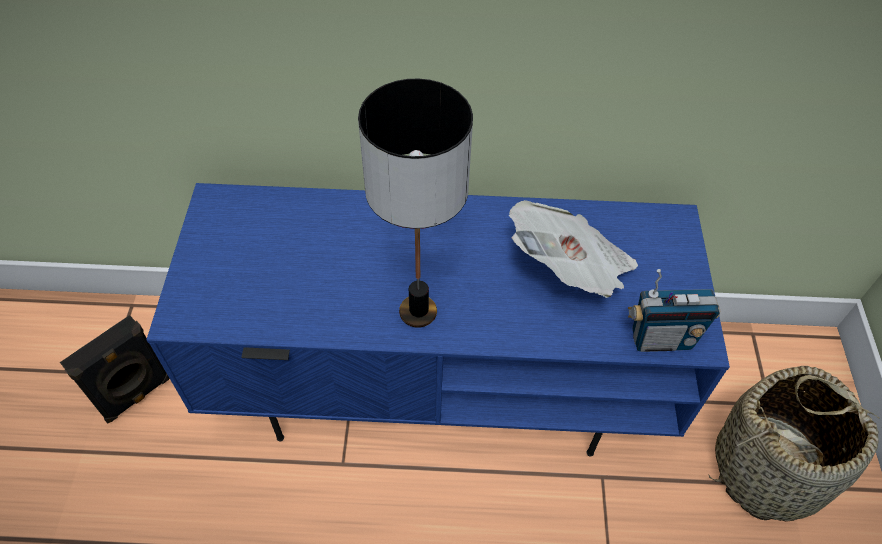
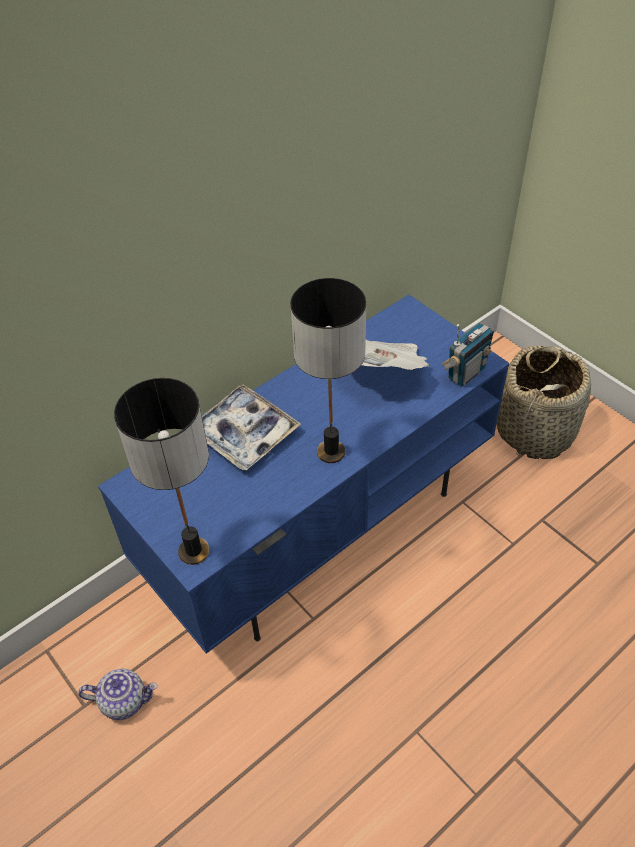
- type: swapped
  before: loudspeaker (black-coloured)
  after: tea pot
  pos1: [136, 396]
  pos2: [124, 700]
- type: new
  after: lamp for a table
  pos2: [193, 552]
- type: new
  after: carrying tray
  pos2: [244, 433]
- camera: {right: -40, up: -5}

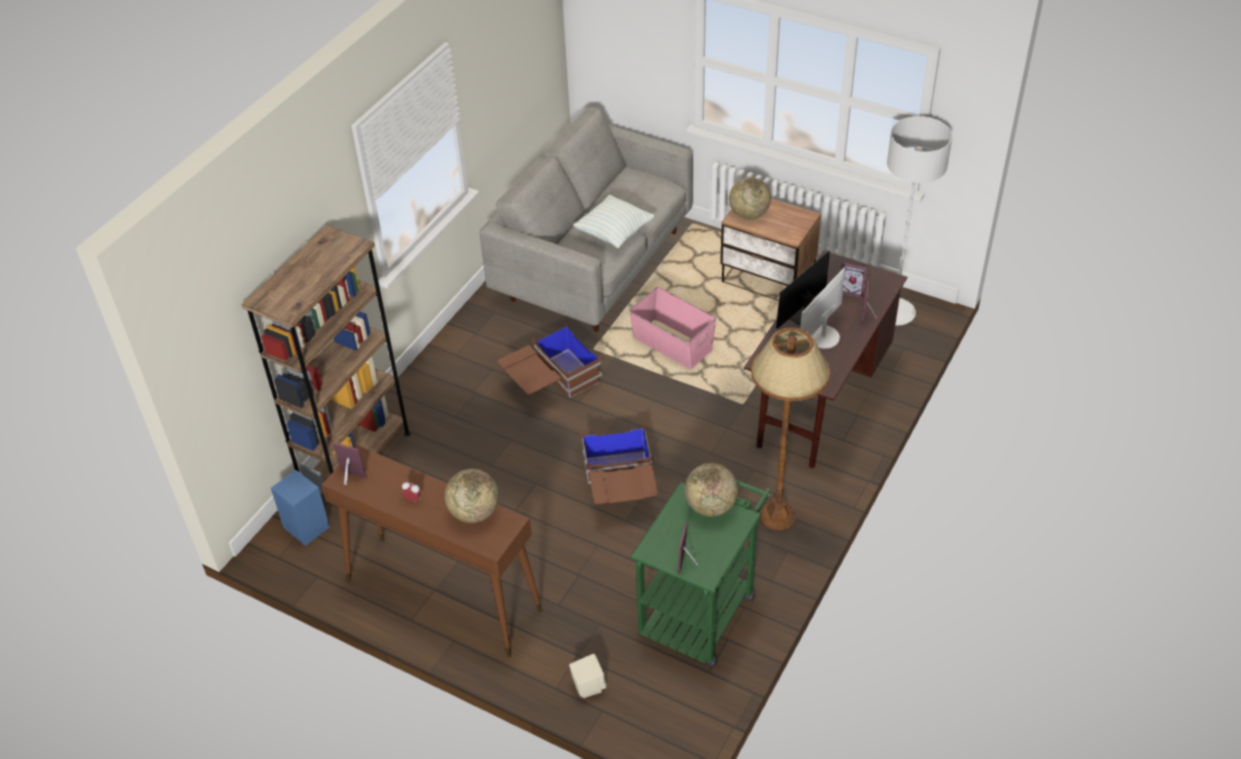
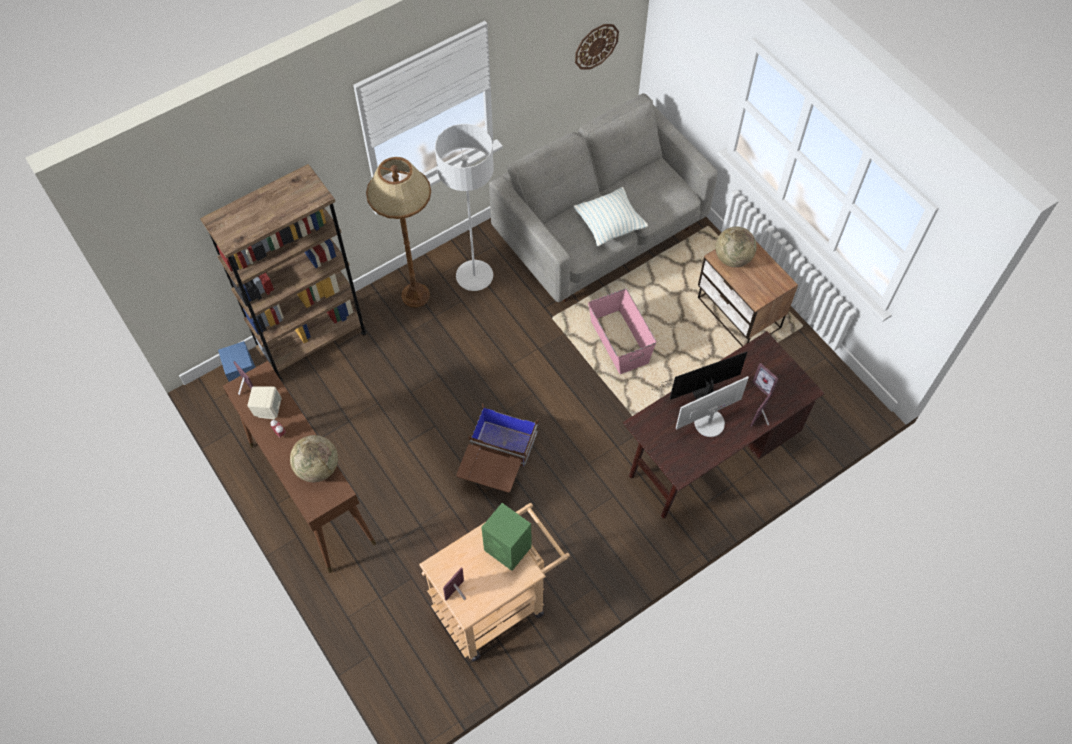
- type: shifted
  before: standard lamp (gray)
  pos1: [894, 313]
  pos2: [474, 276]
- type: gone
  before: storage container (brown-coloured)
  pos1: [550, 383]
- type: shifted
  before: standard lamp (brown-coloured)
  pos1: [778, 515]
  pos2: [416, 295]
- type: repainted
  before: trolley (greenish)
  after: trolley (beige-coloured)
  pos1: [701, 607]
  pos2: [497, 603]
- type: swapped
  before: globe
  after: loudspeaker (greenish)
  pos1: [710, 506]
  pos2: [508, 549]
- type: shifted
  before: loudspeaker (beige-coloured)
  pos1: [588, 686]
  pos2: [268, 409]
- type: new
  after: clock on the wall
  pos2: [596, 46]
- camera: {right: 25, up: 15}

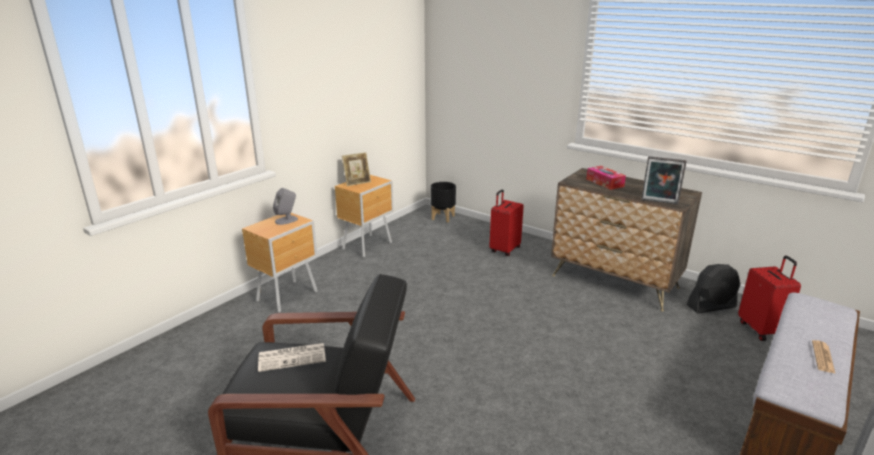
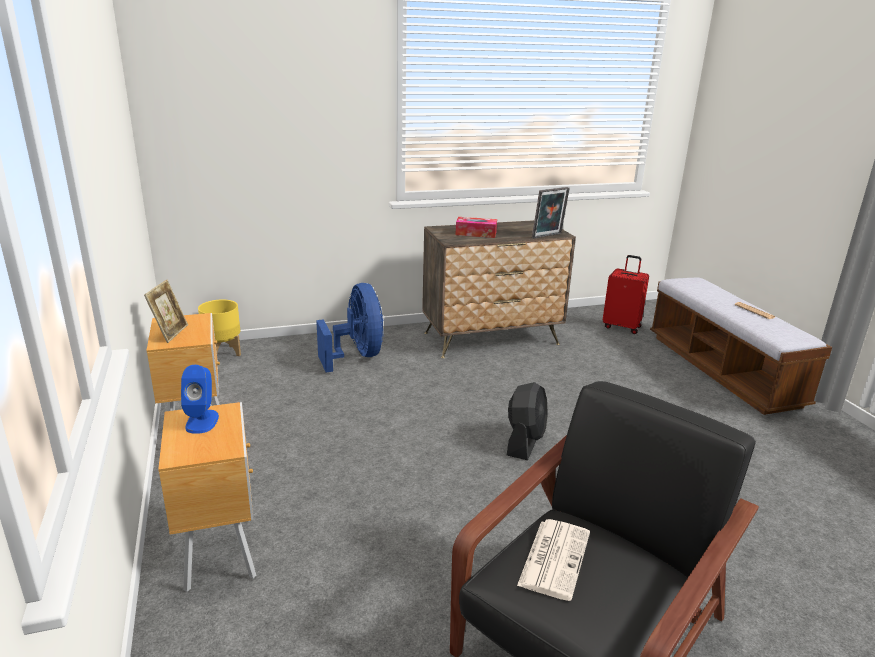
- type: repainted
  before: flower pot (black-coloured)
  after: flower pot (yellow-coloured)
  pos1: [443, 217]
  pos2: [223, 353]
- type: repainted
  before: loudspeaker (gray)
  after: loudspeaker (blue)
  pos1: [287, 220]
  pos2: [202, 421]
- type: swapped
  before: suitcase (red-coloured)
  after: fan (blue)
  pos1: [504, 250]
  pos2: [357, 356]
- type: shifted
  before: fan (black-coloured)
  pos1: [711, 306]
  pos2: [525, 441]
- camera: {right: -55, up: 0}

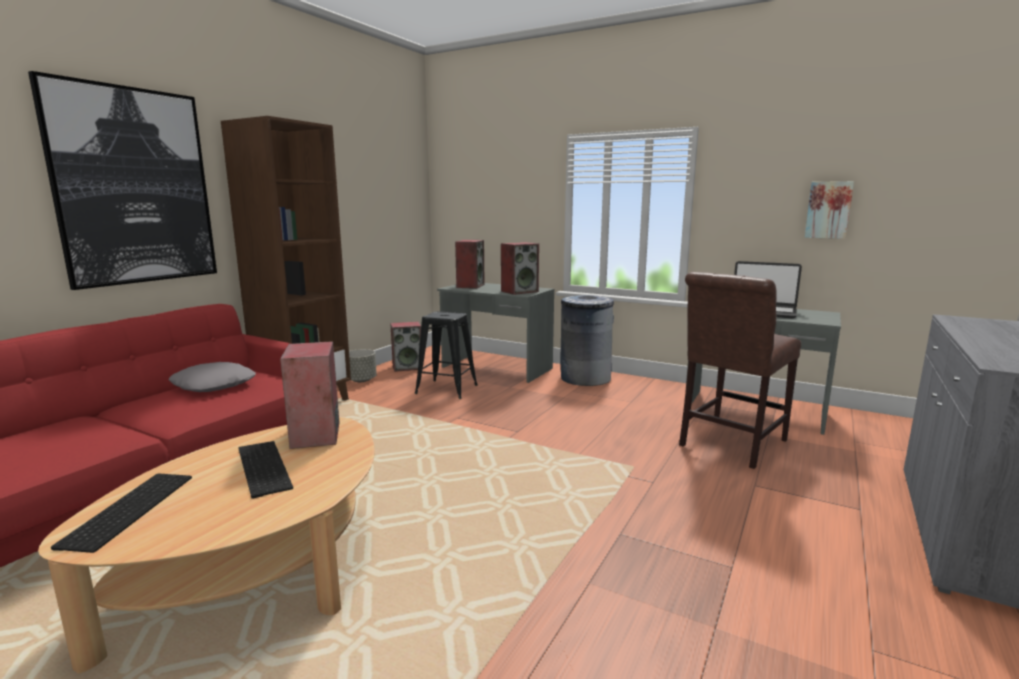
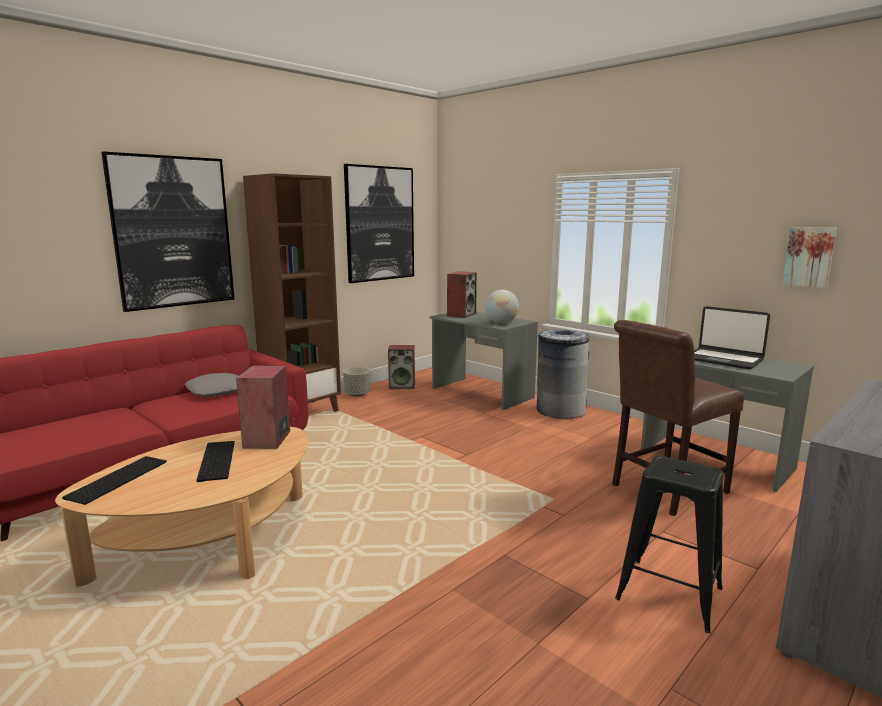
- type: swapped
  before: loudspeaker
  after: globe
  pos1: [519, 291]
  pos2: [501, 323]
- type: shifted
  before: sitting stool (black-coloured)
  pos1: [447, 389]
  pos2: [670, 594]
- type: new
  after: wall picture
  pos2: [380, 224]
- camera: {right: 15, up: 0}

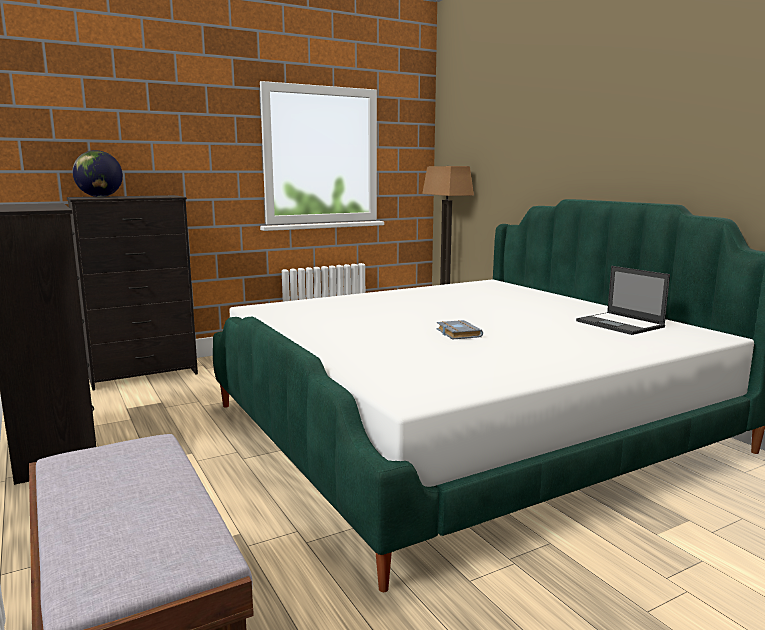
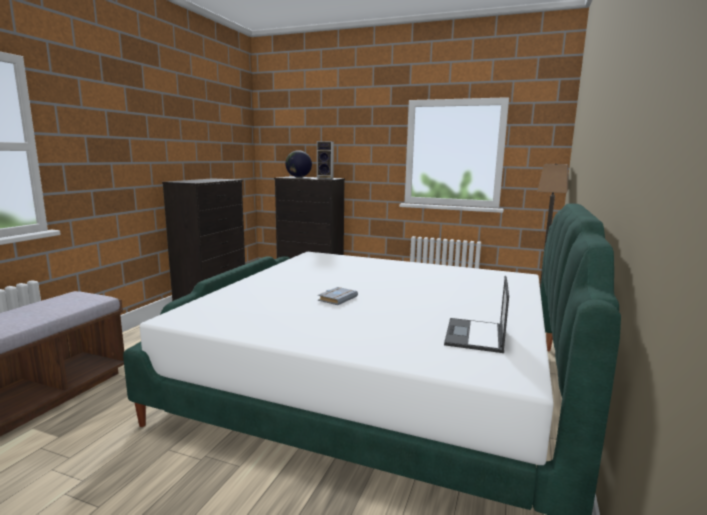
- type: new
  after: loudspeaker
  pos2: [326, 178]
- camera: {right: 50, up: 0}

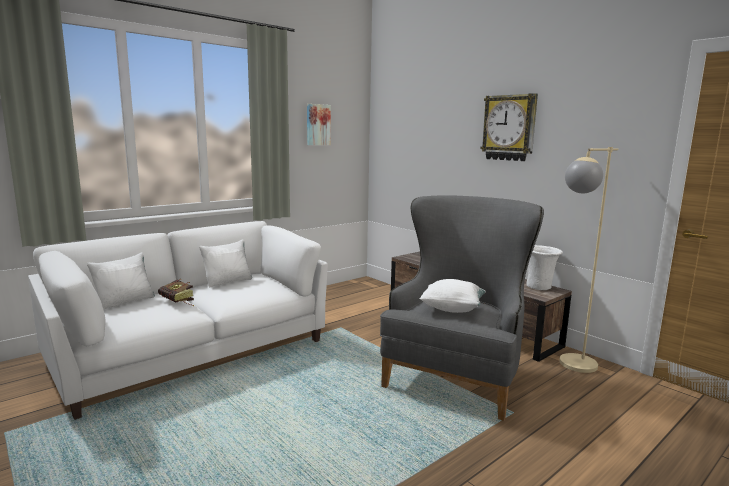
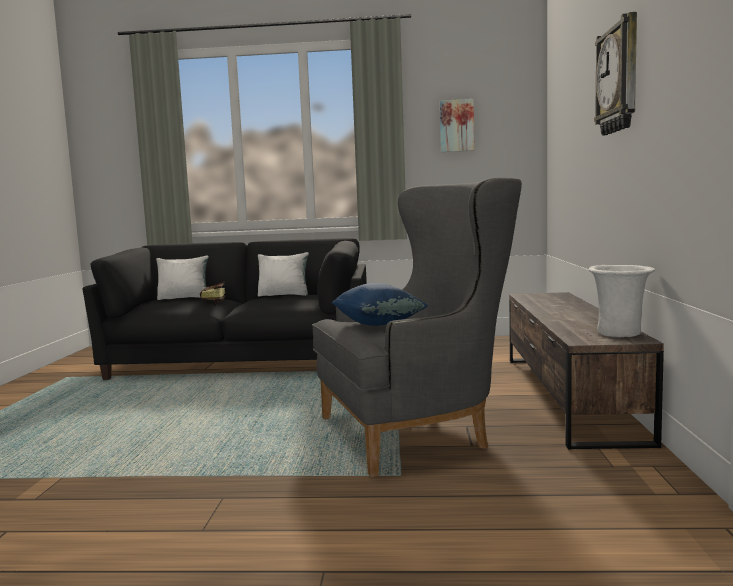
- type: gone
  before: standard lamp (beige-coloured)
  pos1: [571, 367]
- type: repainted
  before: couch (whitish)
  after: couch (black-coloured)
  pos1: [192, 351]
  pos2: [243, 361]
- type: repainted
  before: throw pillow (whitish)
  after: throw pillow (blue)
  pos1: [452, 309]
  pos2: [378, 324]
- camera: {right: 45, up: -5}

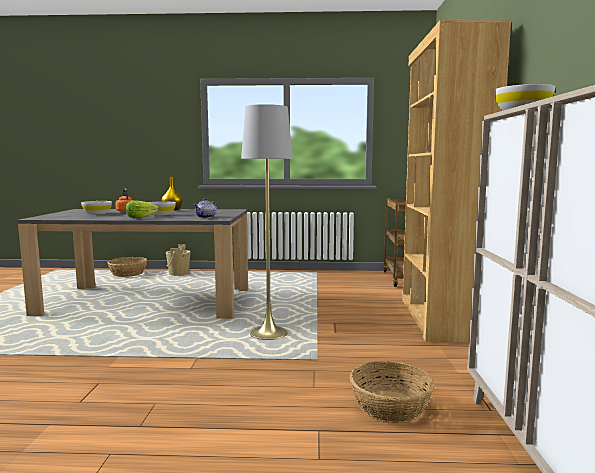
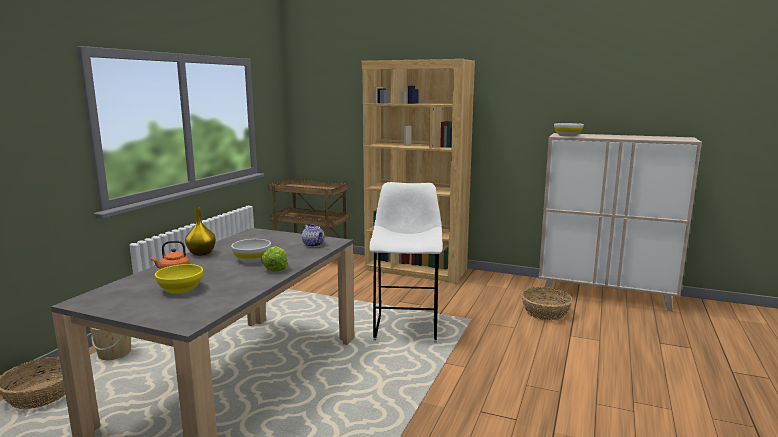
- type: swapped
  before: standard lamp (gray)
  after: sitting stool (whitish)
  pos1: [268, 334]
  pos2: [406, 328]
- type: repainted
  before: deep dish (whitish)
  after: deep dish (yellow-coloured)
  pos1: [97, 213]
  pos2: [181, 289]
- camera: {right: -70, up: 5}

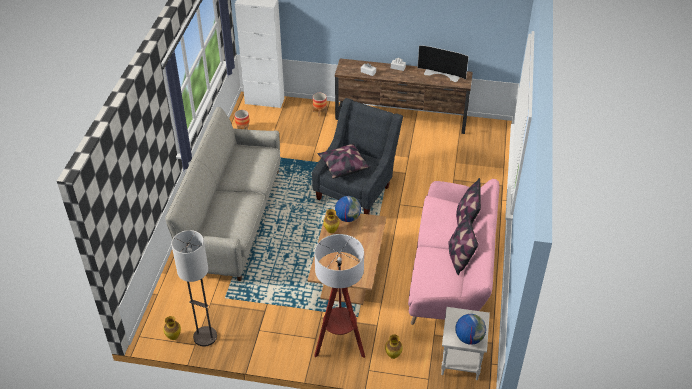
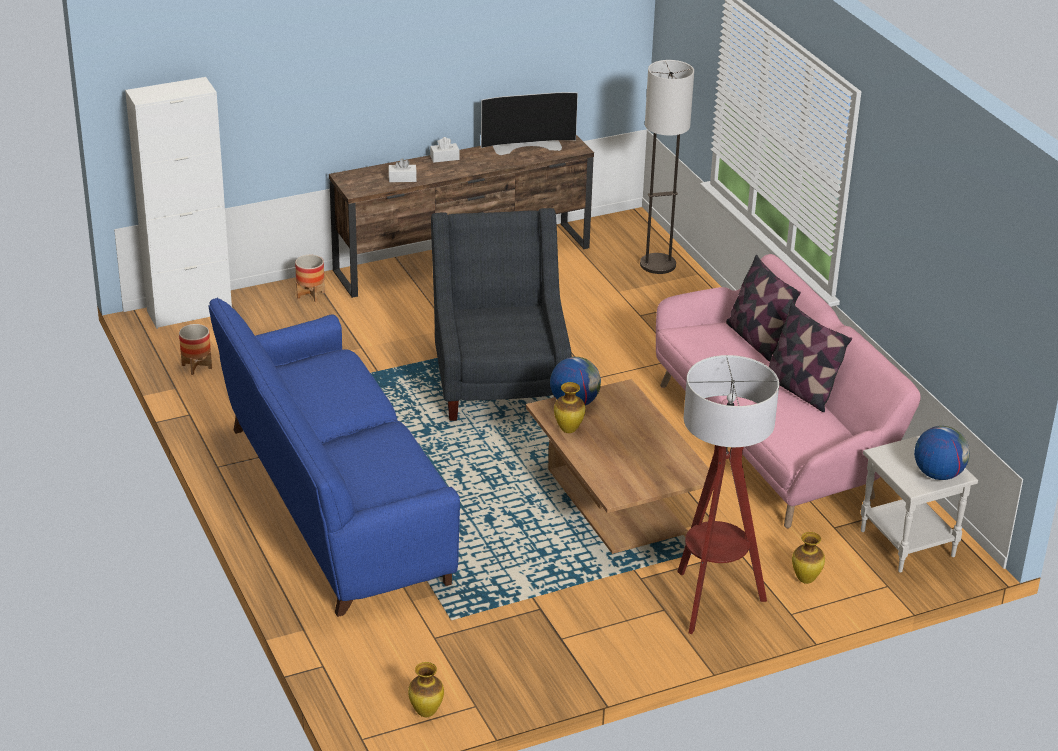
- type: repainted
  before: couch (gray)
  after: couch (blue)
  pos1: [233, 219]
  pos2: [335, 504]
- type: gone
  before: throw pillow
  pos1: [343, 166]
- type: shifted
  before: standard lamp
  pos1: [205, 337]
  pos2: [657, 265]
- camera: {right: -35, up: -10}

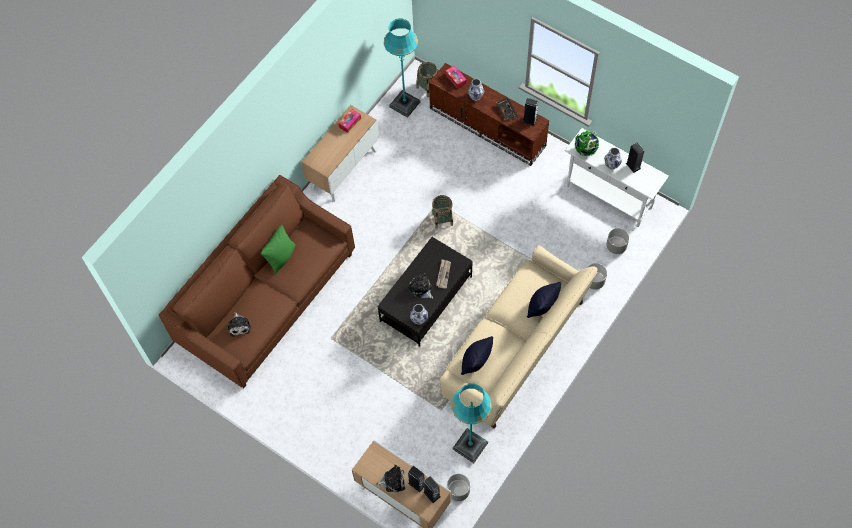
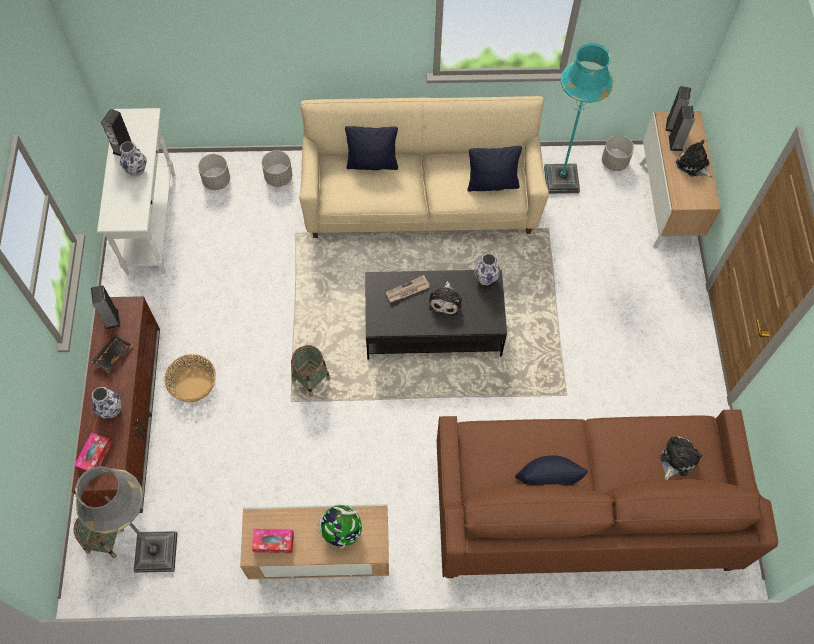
- type: repainted
  before: standard lamp (turquoise-coloured)
  after: standard lamp (gray)
  pos1: [405, 104]
  pos2: [156, 552]
- type: shifted
  before: globe
  pos1: [585, 150]
  pos2: [341, 531]
- type: repainted
  before: throw pillow (greenish)
  after: throw pillow (black-coloured)
  pos1: [281, 257]
  pos2: [546, 481]
- type: new
  after: basket
  pos2: [193, 384]
- camera: {right: -130, up: 0}

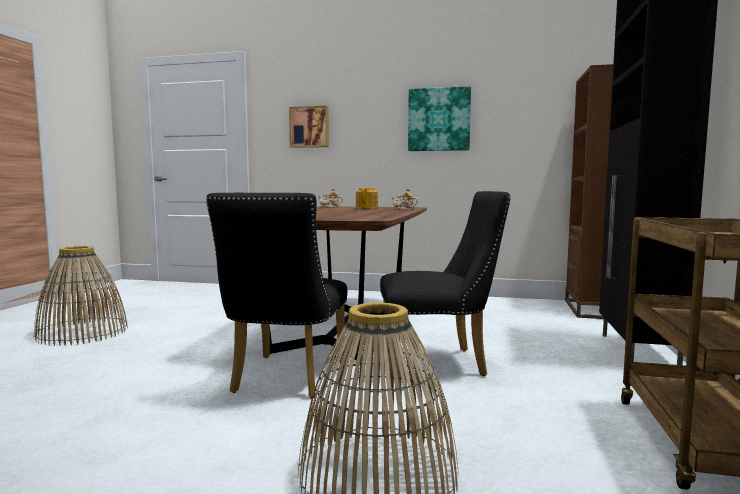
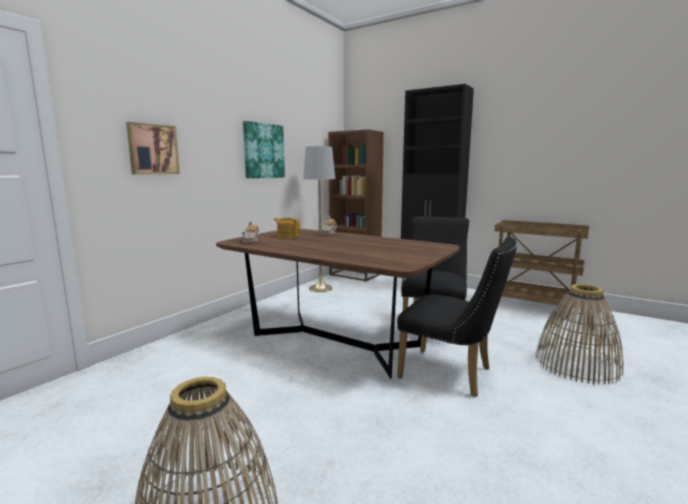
- type: new
  after: standard lamp (gray)
  pos2: [320, 288]
- camera: {right: -70, up: 5}

